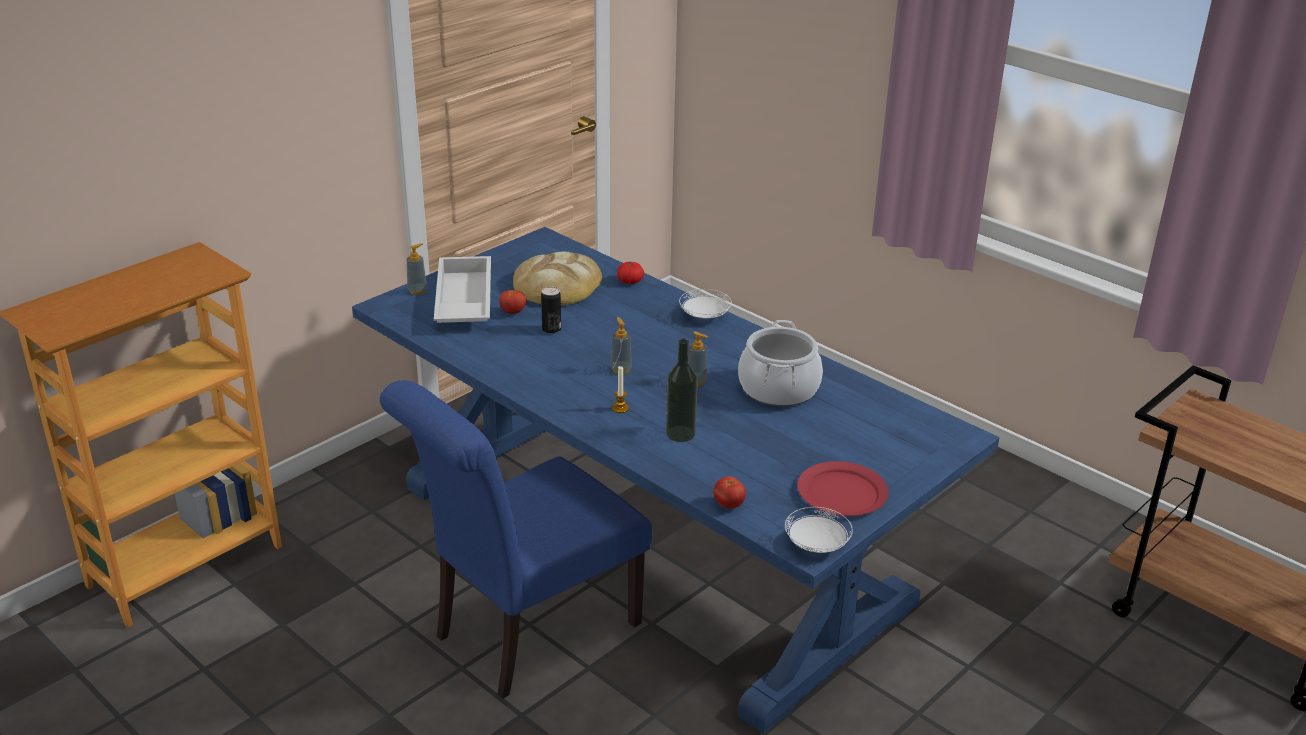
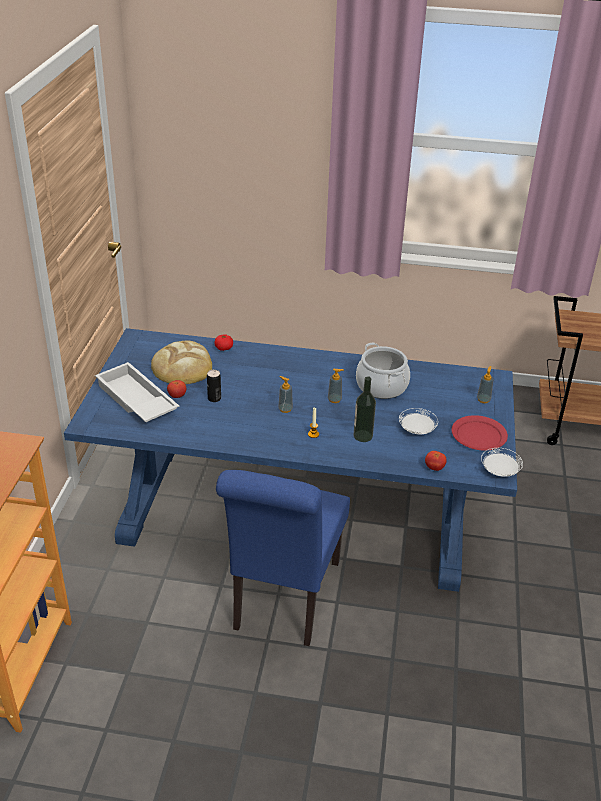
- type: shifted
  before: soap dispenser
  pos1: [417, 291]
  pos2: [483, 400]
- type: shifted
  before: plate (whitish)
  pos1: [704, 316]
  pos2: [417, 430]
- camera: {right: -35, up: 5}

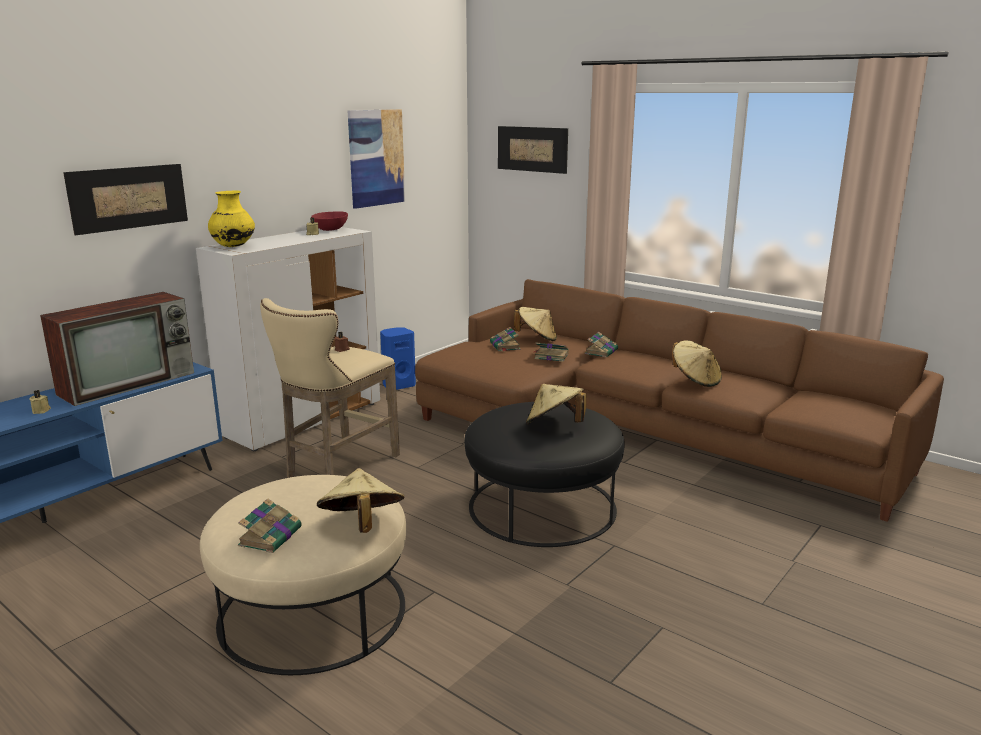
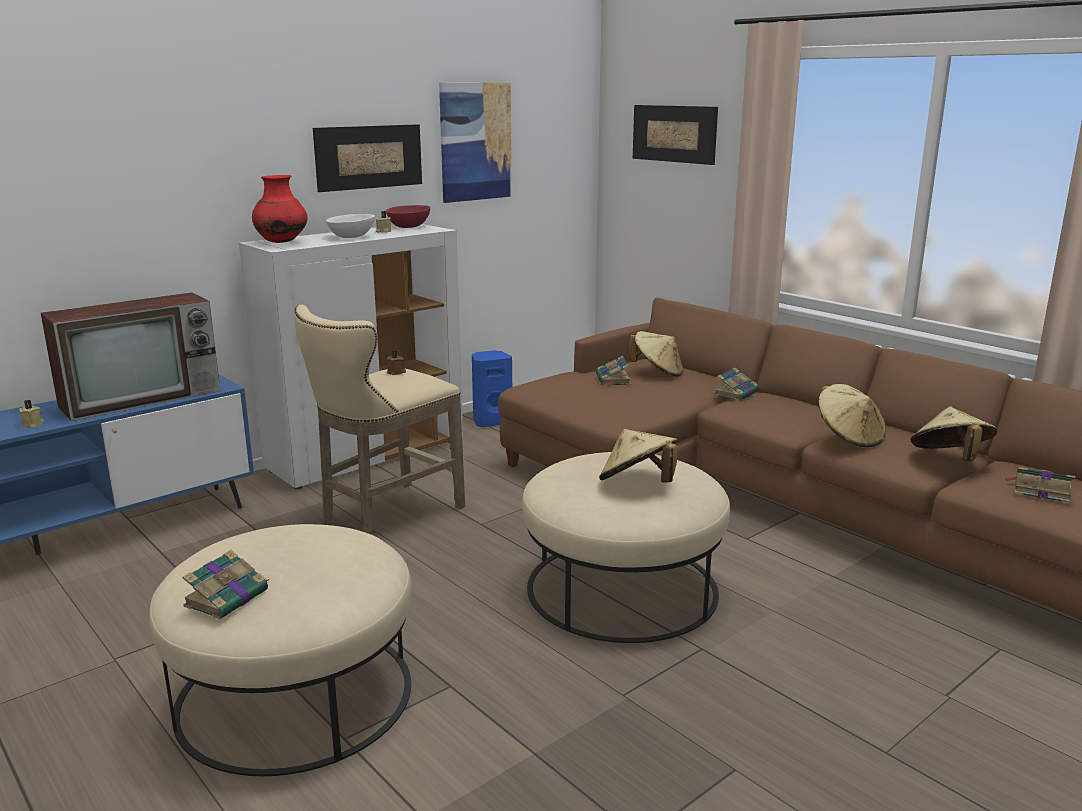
- type: shifted
  before: wall picture
  pos1: [128, 198]
  pos2: [369, 157]
- type: repainted
  before: decorative vase (yellow-coloured)
  after: decorative vase (red-coloured)
  pos1: [233, 246]
  pos2: [281, 242]
- type: shifted
  before: bound book
  pos1: [550, 356]
  pos2: [1040, 490]
- type: repainted
  before: pouffe (black-coloured)
  after: pouffe (beige-coloured)
  pos1: [542, 507]
  pos2: [622, 588]
- type: shifted
  before: clothing hat (beige-coloured)
  pos1: [361, 525]
  pos2: [949, 459]
- type: new
  after: deep dish (whitish)
  pos2: [352, 237]
- camera: {right: 10, up: 0}

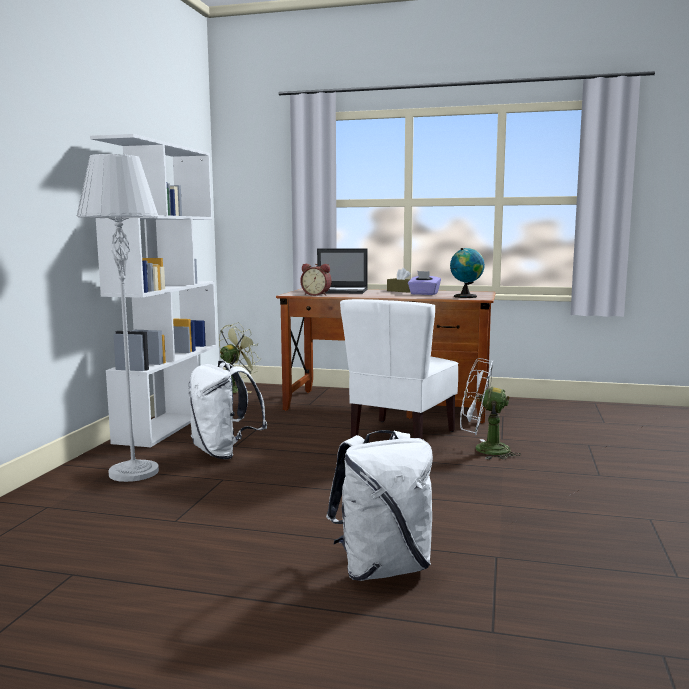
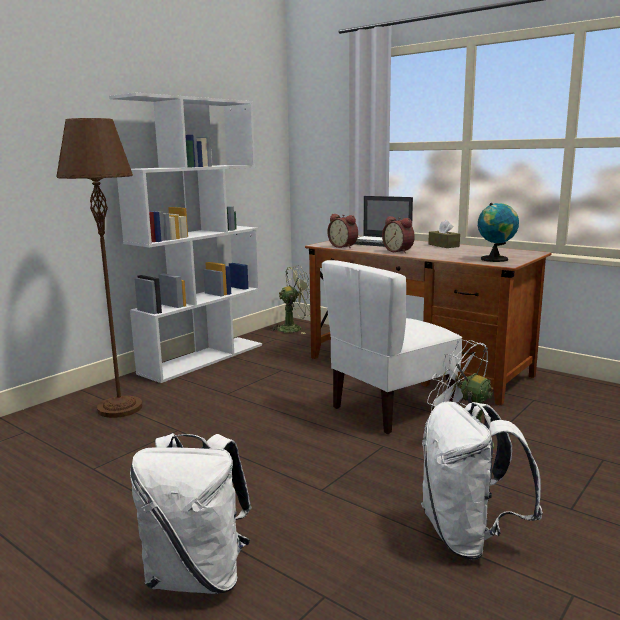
- type: repainted
  before: standard lamp (gray)
  after: standard lamp (brown-coloured)
  pos1: [134, 472]
  pos2: [120, 408]
- type: gone
  before: tissue box (purple)
  pos1: [424, 294]
- type: shifted
  before: backpack (whitish)
  pos1: [224, 453]
  pos2: [469, 537]
- type: new
  after: table clock
  pos2: [399, 251]
- camera: {right: 25, up: 5}

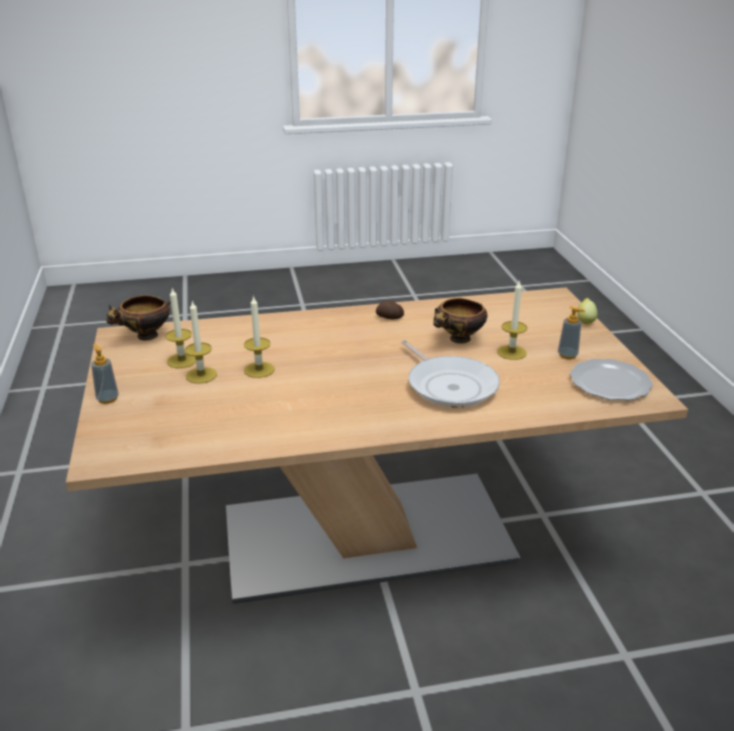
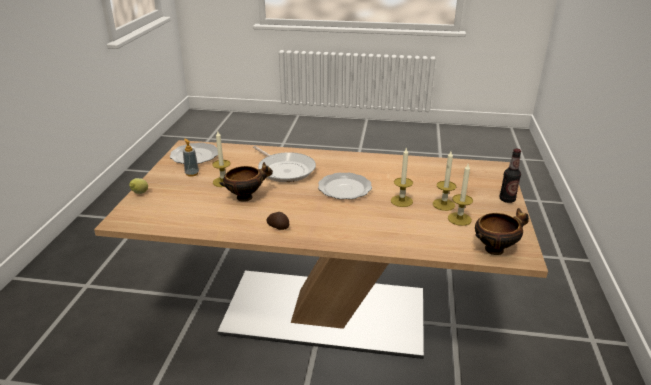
- type: rotated
  before: skillet
  pos1: [449, 385]
  pos2: [285, 170]
  turn: 150
- type: swapped
  before: soap dispenser
  after: drink bottle
  pos1: [107, 399]
  pos2: [507, 199]
- type: new
  after: plate
  pos2: [344, 188]
- camera: {right: -160, up: 0}

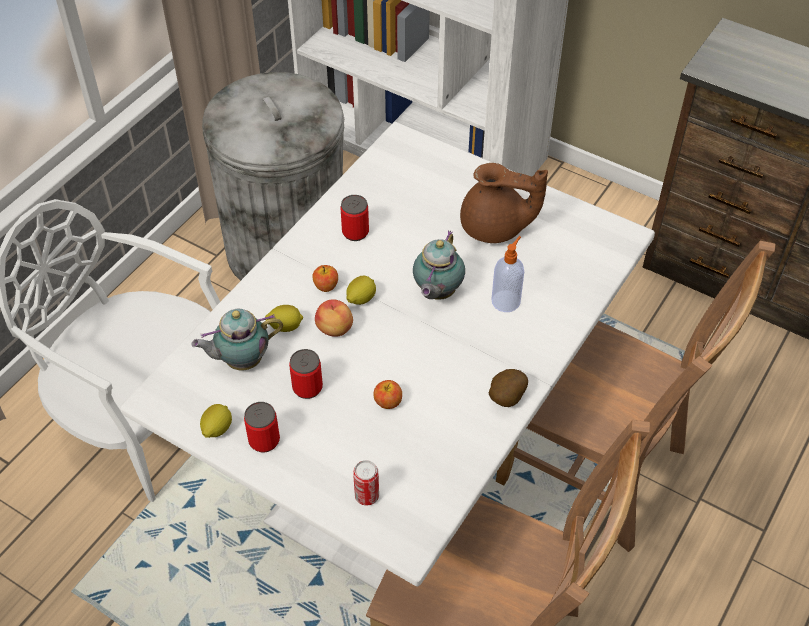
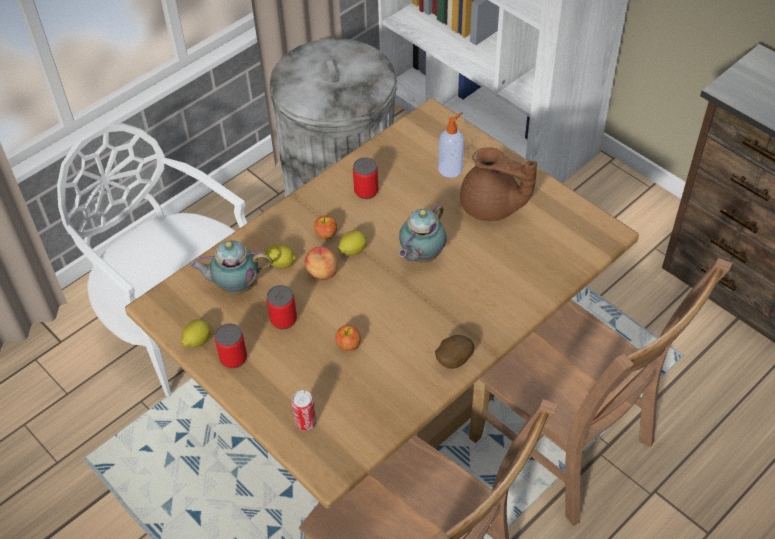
- type: repainted
  before: dining table (whitish)
  after: dining table (brown-coloured)
  pos1: [404, 463]
  pos2: [392, 405]
- type: shifted
  before: soap dispenser
  pos1: [506, 300]
  pos2: [451, 168]
- camera: {right: 15, up: 0}

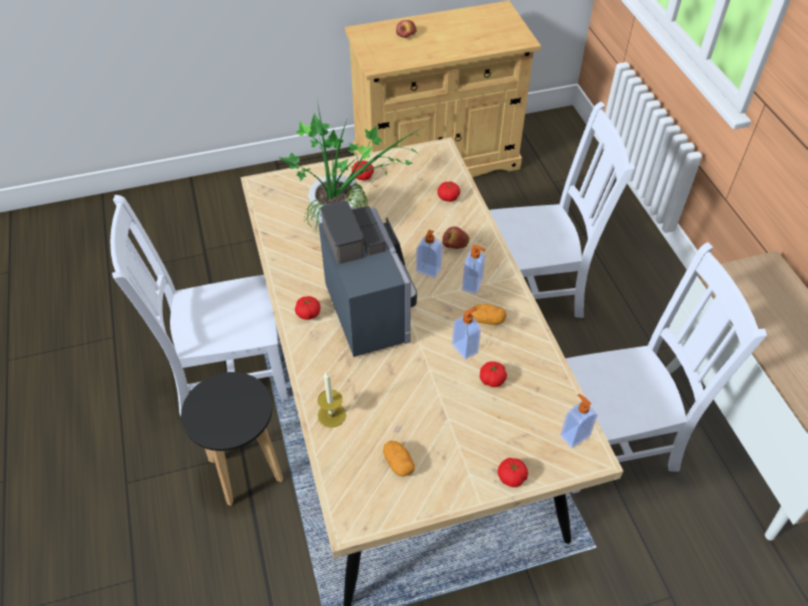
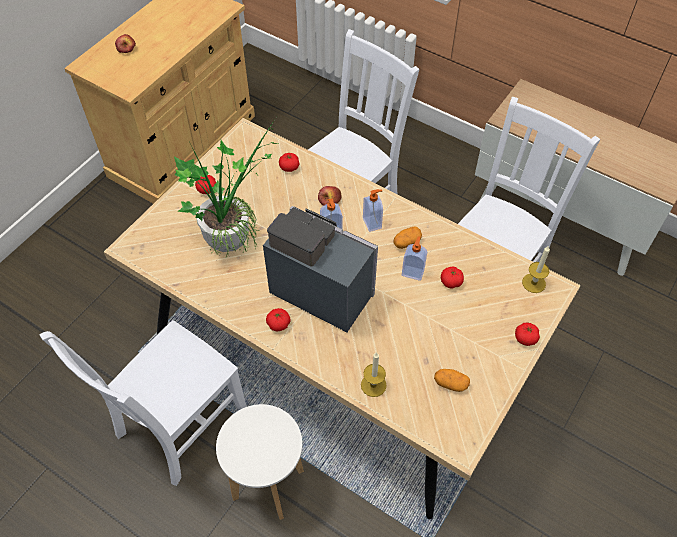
- type: repainted
  before: sitting stool (black-coloured)
  after: sitting stool (whitish)
  pos1: [245, 470]
  pos2: [268, 484]
- type: swapped
  before: soap dispenser
  after: candle
  pos1: [574, 435]
  pos2: [533, 283]
- camera: {right: -40, up: 5}

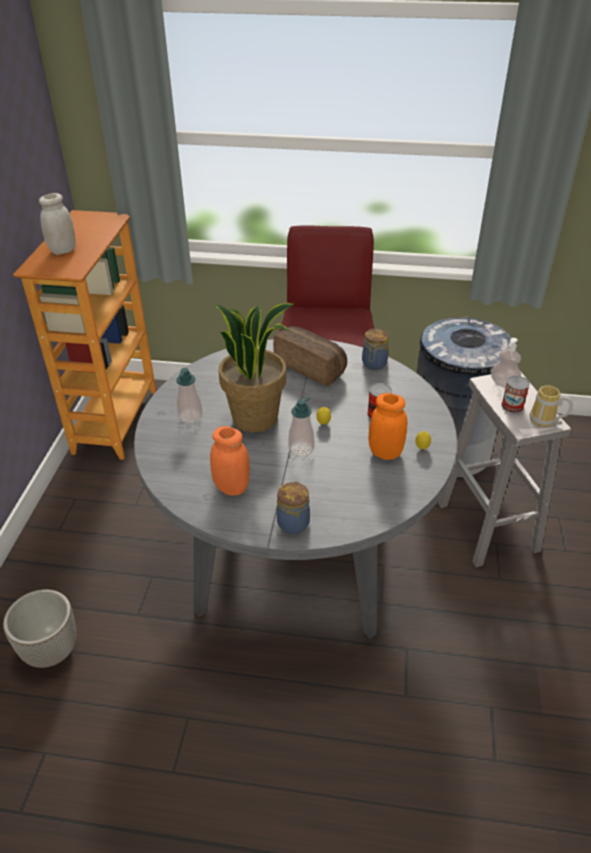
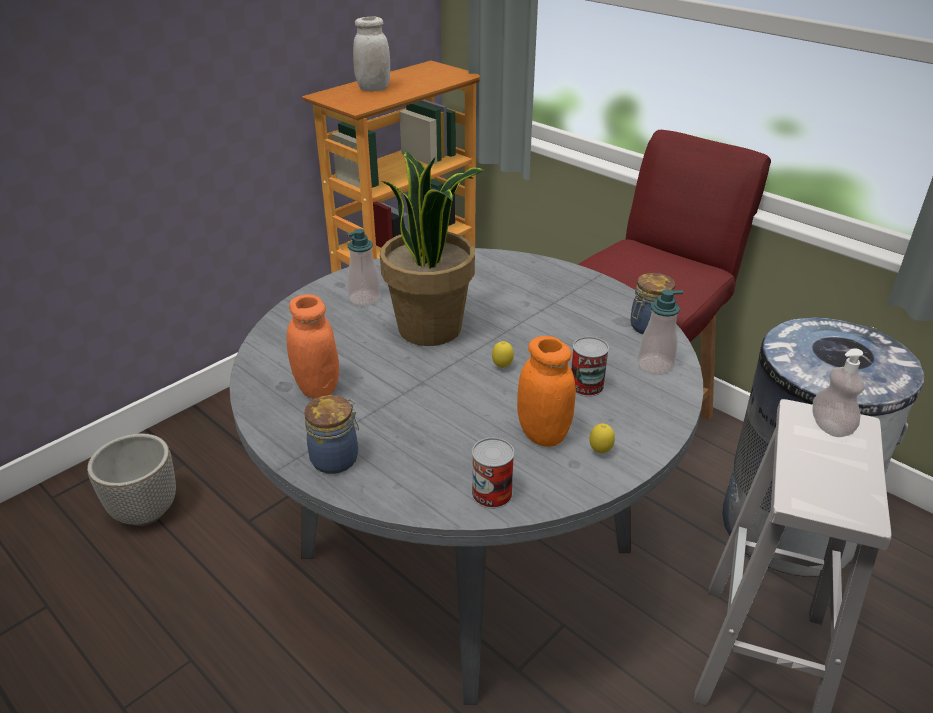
- type: gone
  before: baked bread
  pos1: [311, 366]
- type: shifted
  before: sealed can
  pos1: [512, 406]
  pos2: [492, 493]
- type: gone
  before: mug
  pos1: [545, 421]
- type: shifted
  before: soap dispenser
  pos1: [301, 448]
  pos2: [655, 365]
- camera: {right: 35, up: -5}

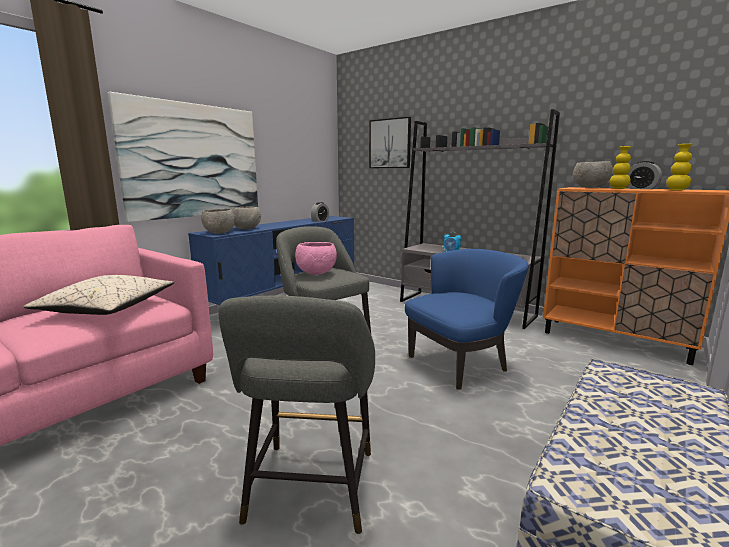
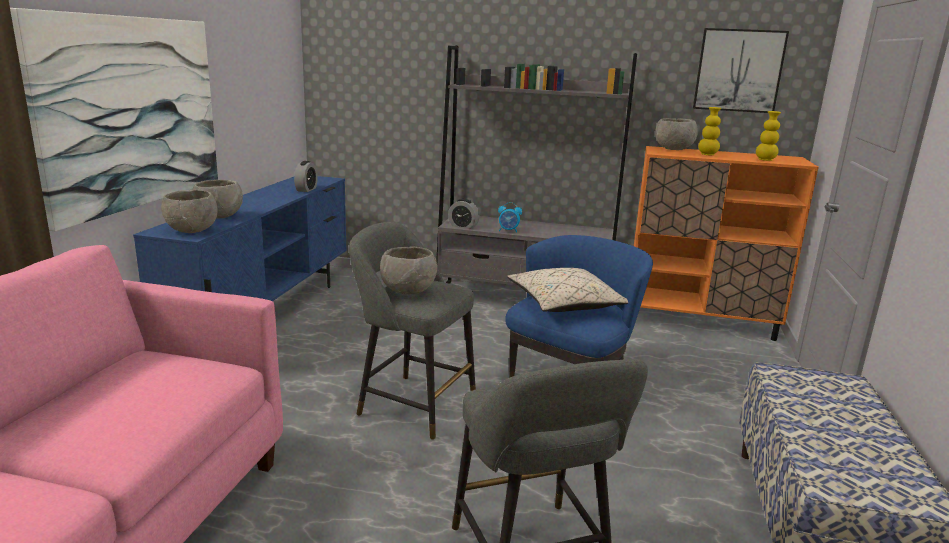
- type: shifted
  before: wall picture
  pos1: [390, 143]
  pos2: [738, 70]
- type: shifted
  before: table clock
  pos1: [641, 188]
  pos2: [463, 226]
- type: repainted
  before: deep dish (pink)
  after: deep dish (gray)
  pos1: [317, 273]
  pos2: [409, 291]
- type: shifted
  before: throw pillow (beige-coloured)
  pos1: [107, 309]
  pos2: [564, 304]
- camera: {right: -25, up: 5}

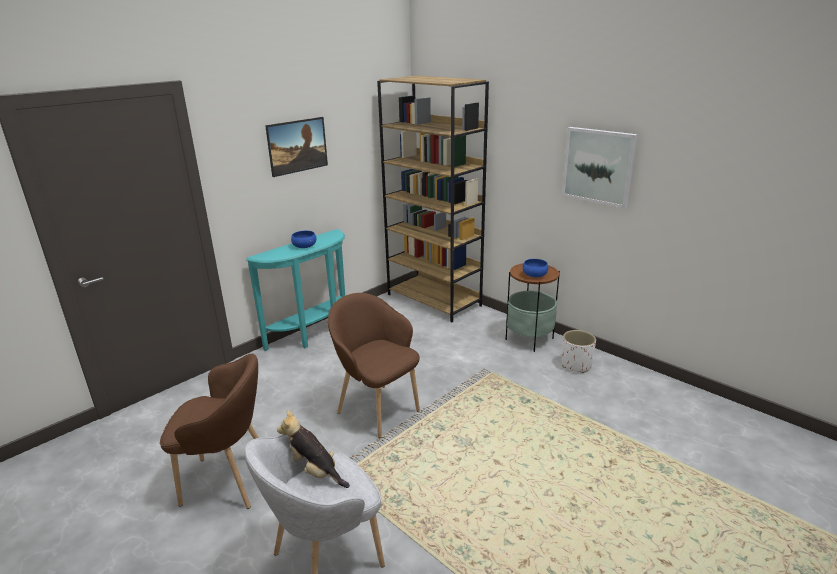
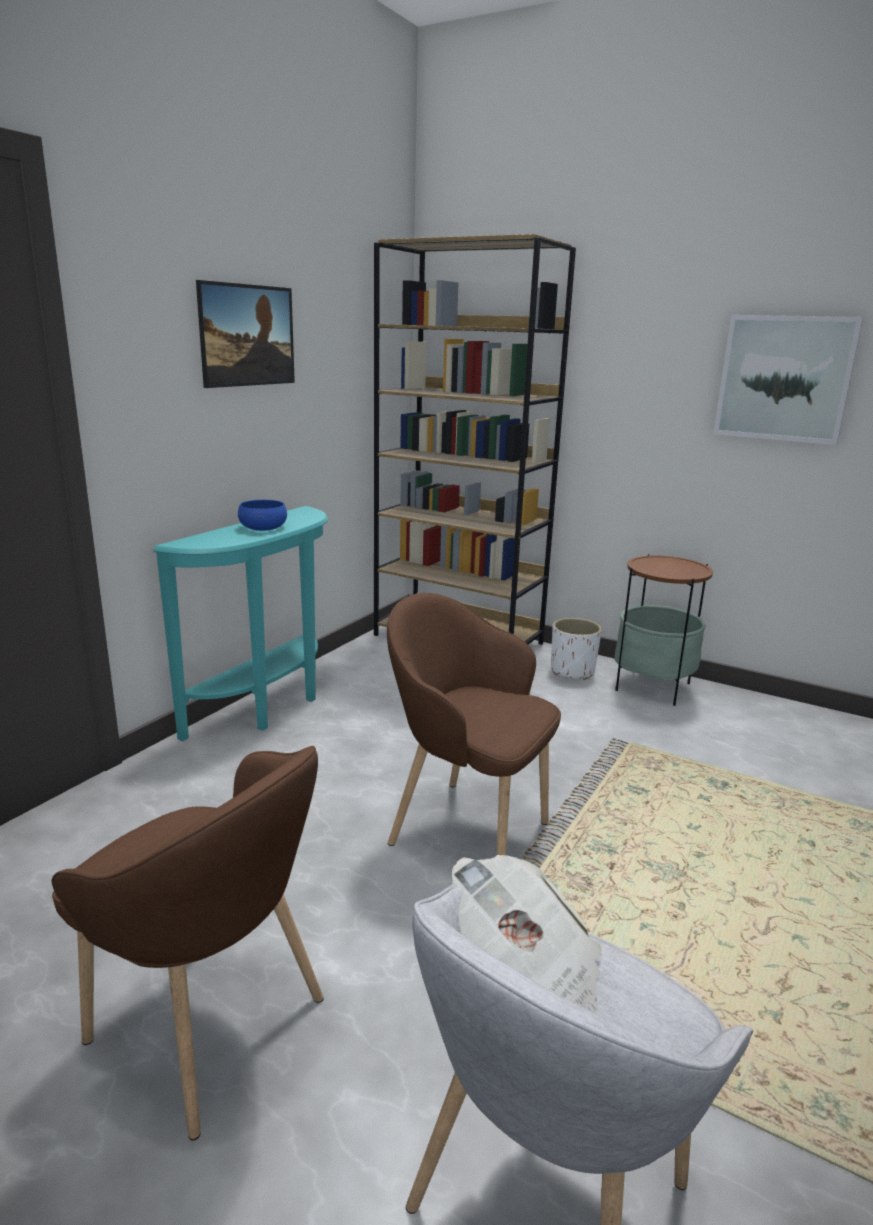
- type: gone
  before: deep dish (blue)
  pos1: [534, 274]
- type: shifted
  before: flower pot (whitish)
  pos1: [576, 365]
  pos2: [573, 671]
- type: rotated
  before: lounge chair (brown-coloured)
  pos1: [229, 480]
  pos2: [209, 1028]
  turn: 45
- type: swapped
  before: plush toy
  after: daily paper
  pos1: [315, 471]
  pos2: [526, 972]
- camera: {right: -15, up: -5}

